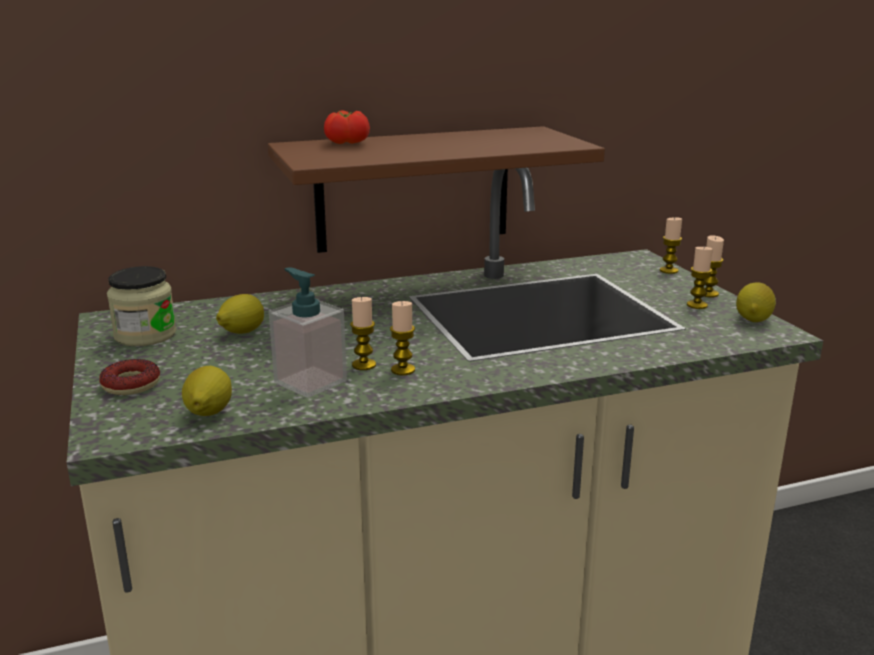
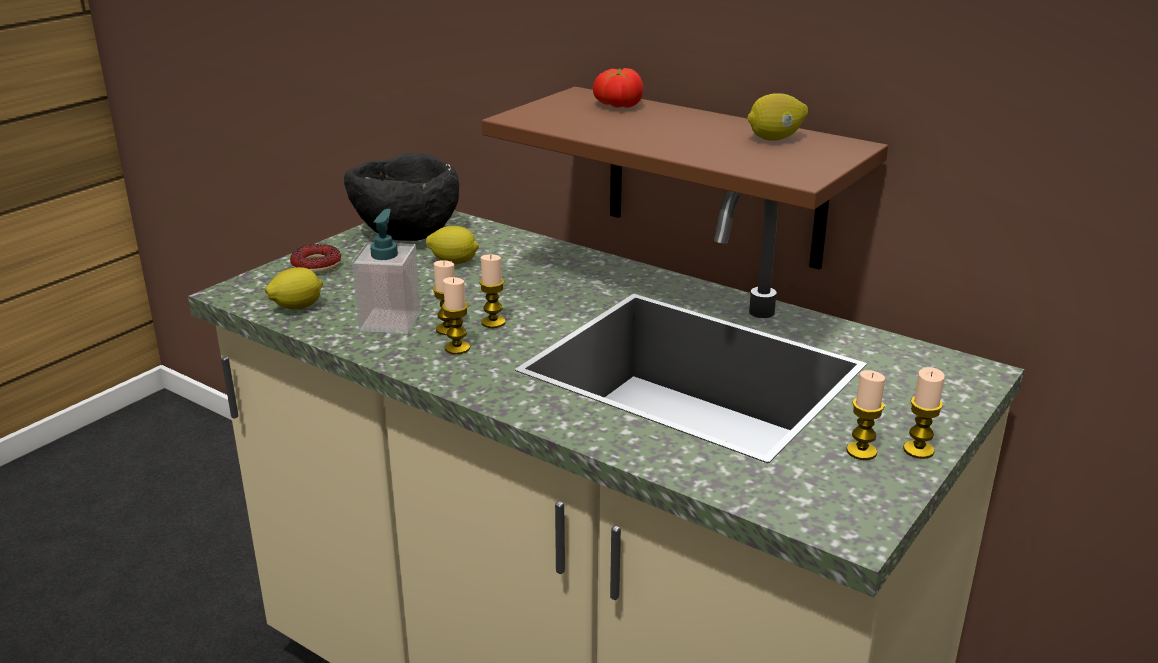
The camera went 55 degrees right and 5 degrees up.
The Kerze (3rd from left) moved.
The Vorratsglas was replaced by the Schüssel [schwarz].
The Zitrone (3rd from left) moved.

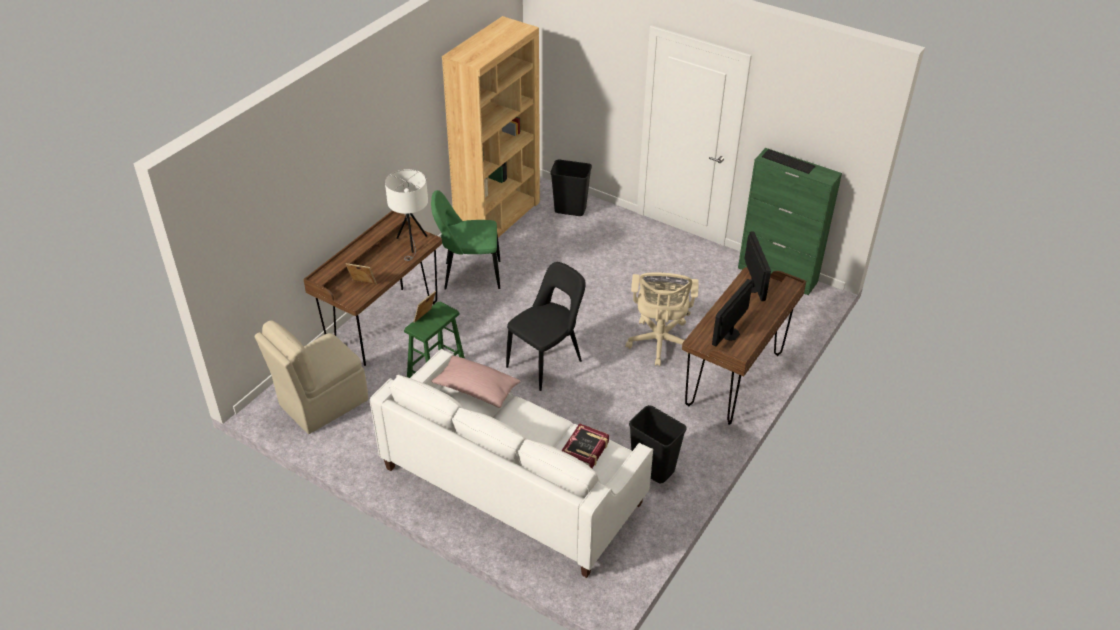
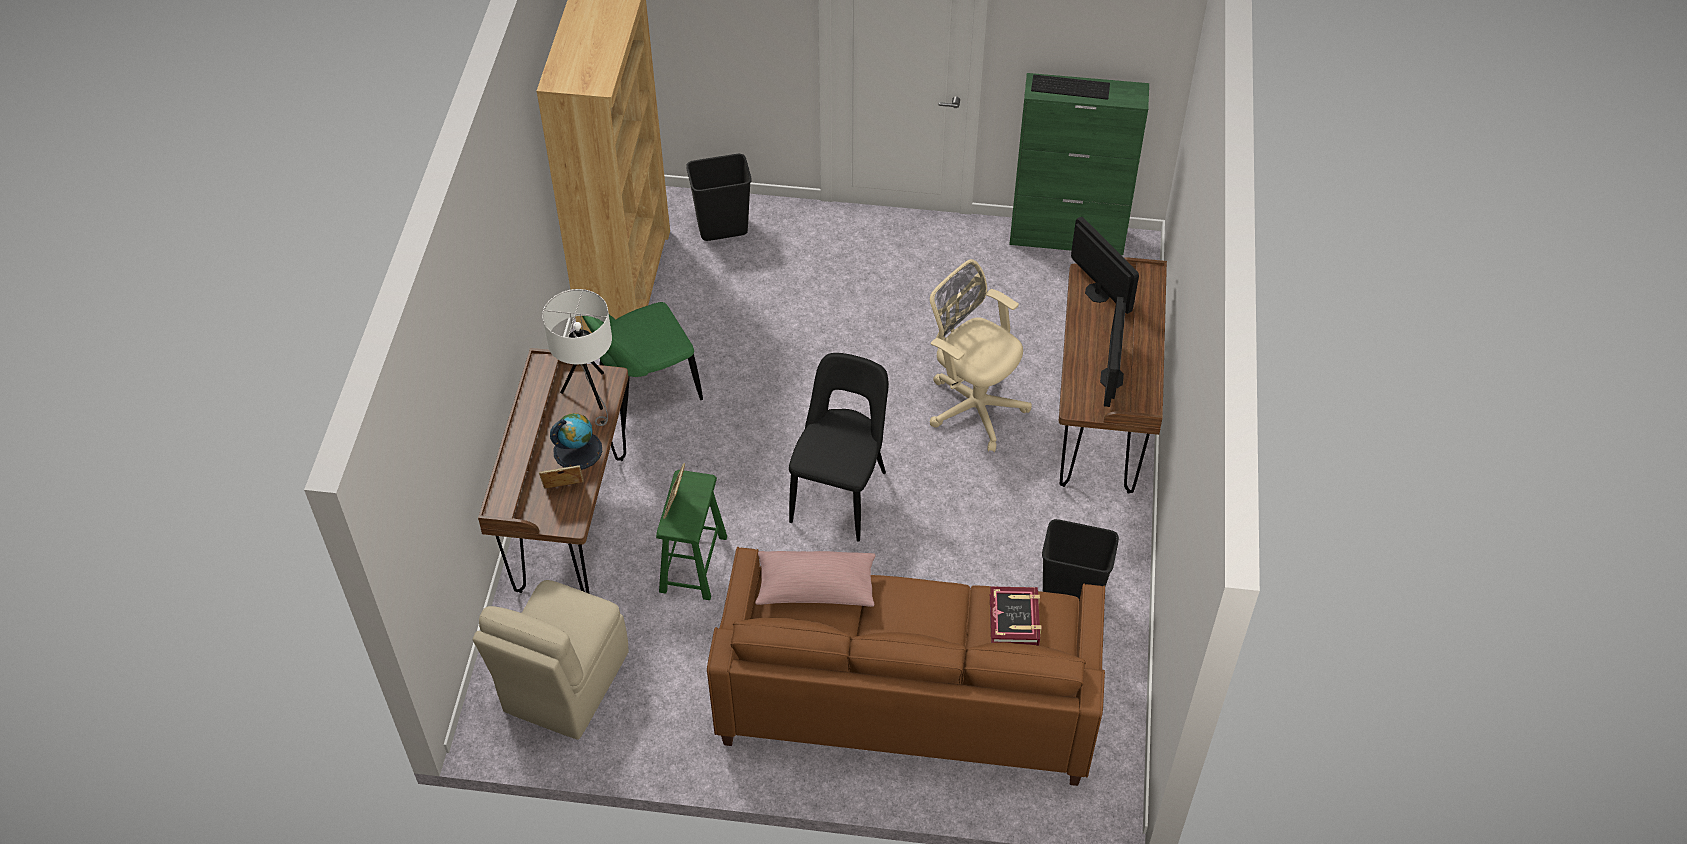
The camera went 25 degrees left and 10 degrees up.
The Bürostuhl [beige] turned 150 degrees clockwise.
The Sofa [weiß] became the Sofa [braun].
The Globus appeared.

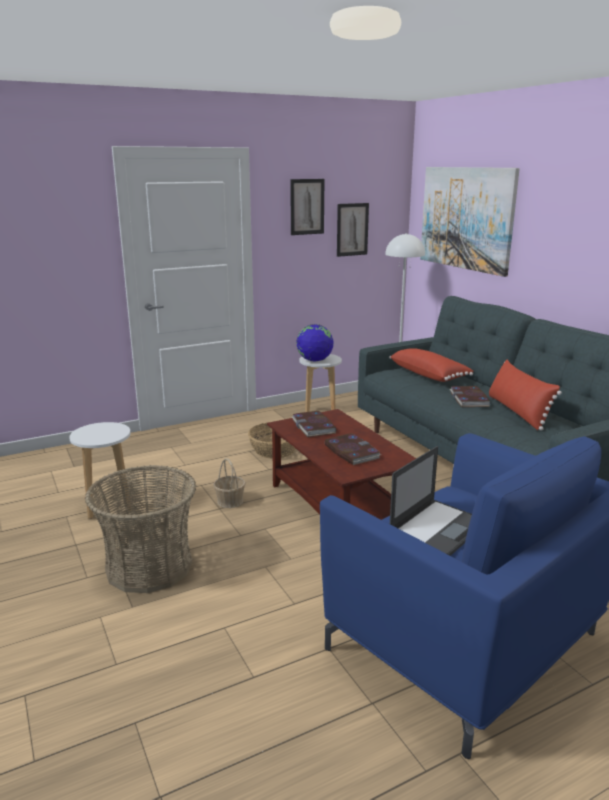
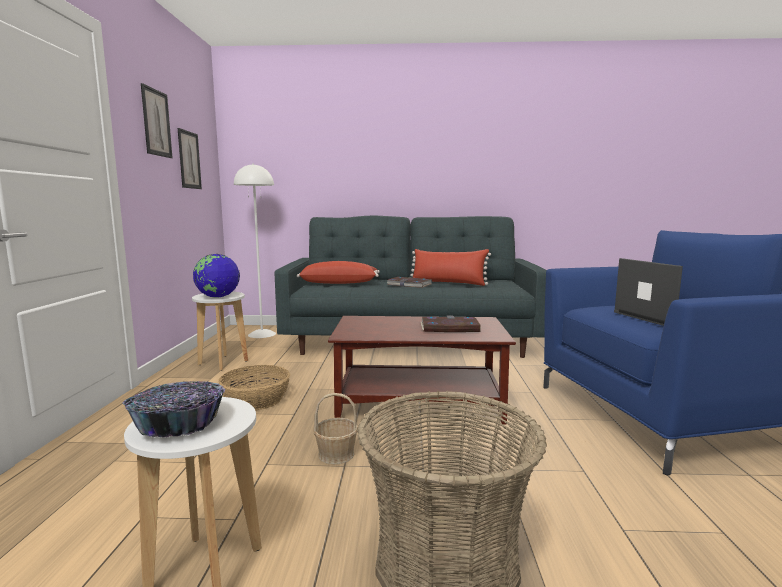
The camera went 60 degrees left and 10 degrees down.
The Bild (3rd from left) disappeared.
The Buch (1st from left) disappeared.
The Schüssel appeared.

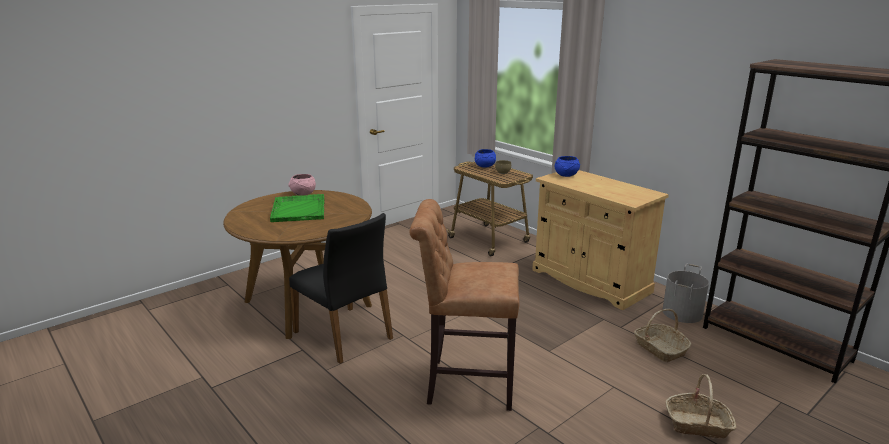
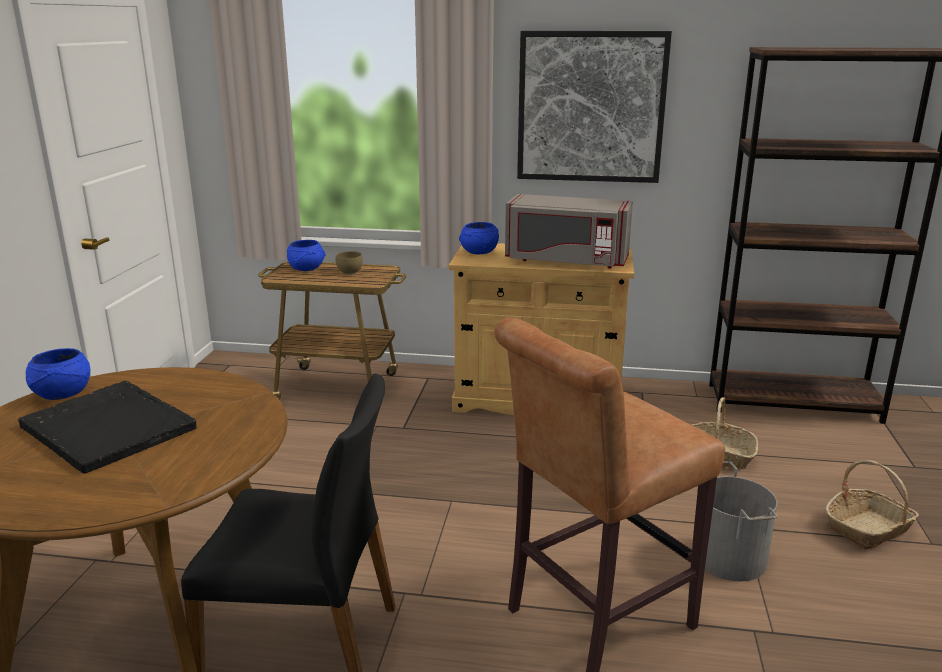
The camera went 40 degrees left and 0 degrees up.
The Schüssel [rosa] became the Schüssel [blau] (1st from left).
The Tablett [grün] became the Tablett [schwarz].
The Eimer [grau] moved.
The Bild appeared.
The Mikrowelle [grau] appeared.

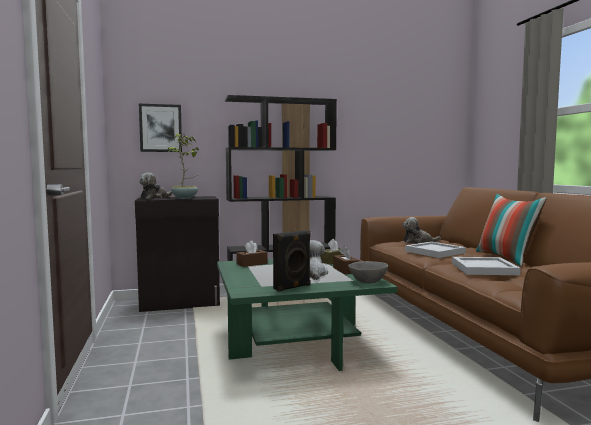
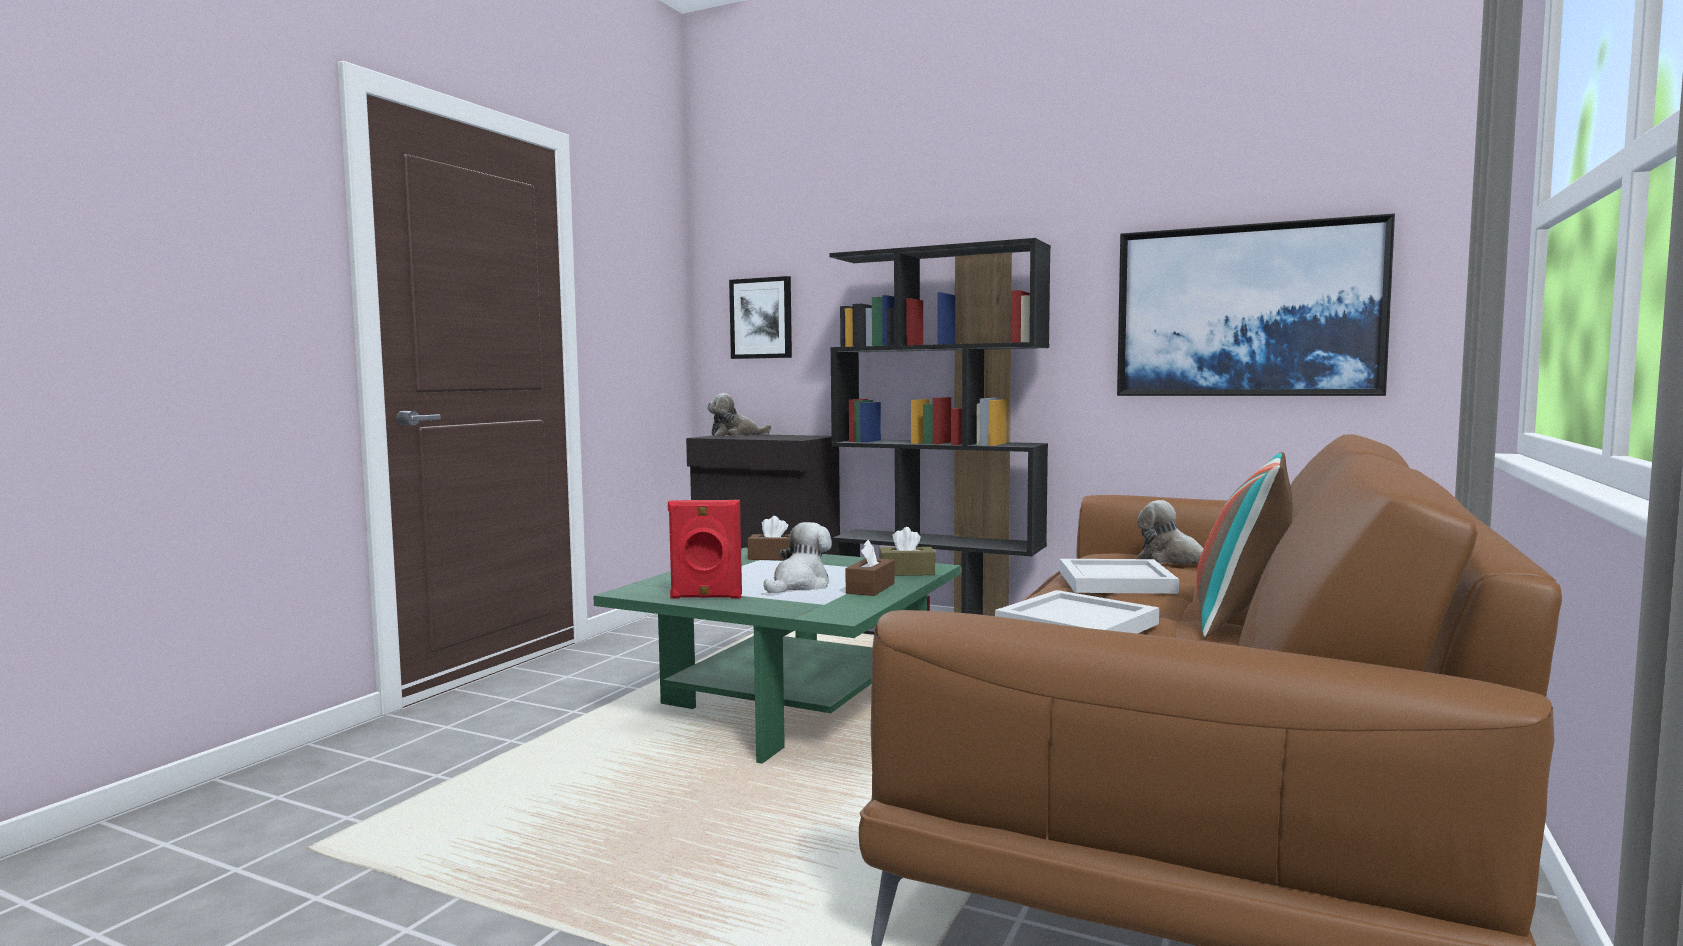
The camera went 40 degrees right and 0 degrees up.
The Topfpflanze disappeared.
The Lautsprecher [schwarz] became the Lautsprecher [rot].
The Schüssel [grau] disappeared.
The Bild (2nd from left) appeared.

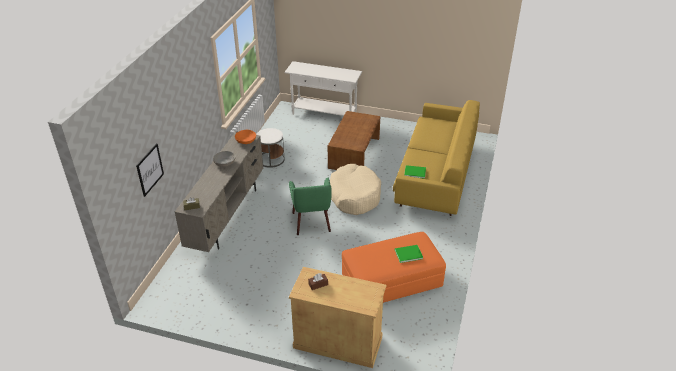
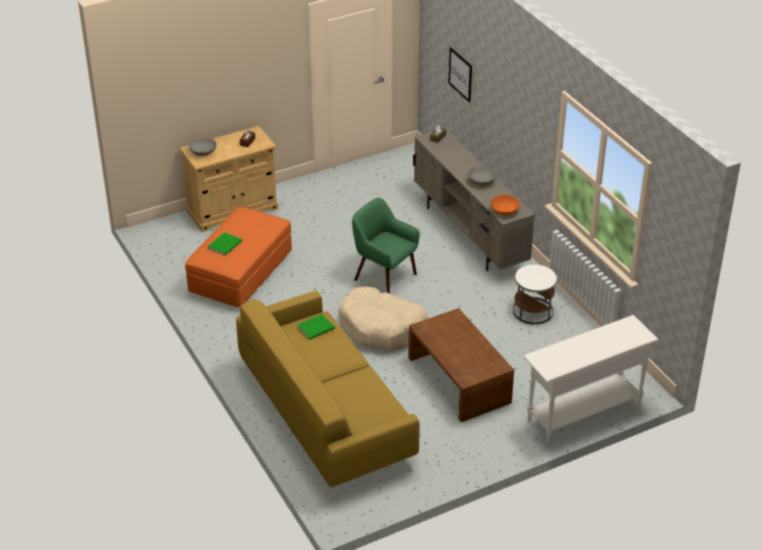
The camera went 135 degrees right and 0 degrees up.
The Schüssel [grau] (1st from left) appeared.

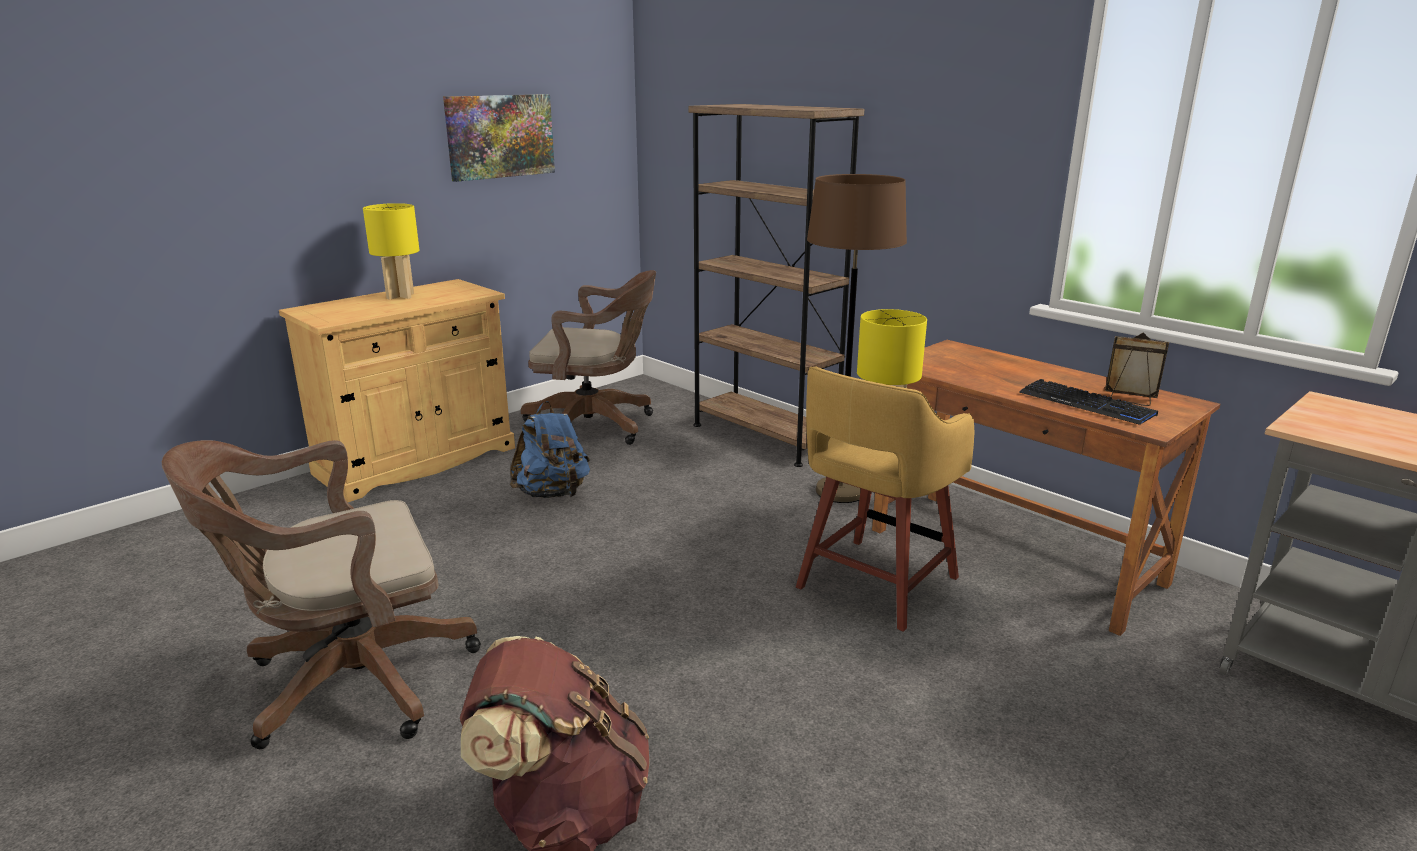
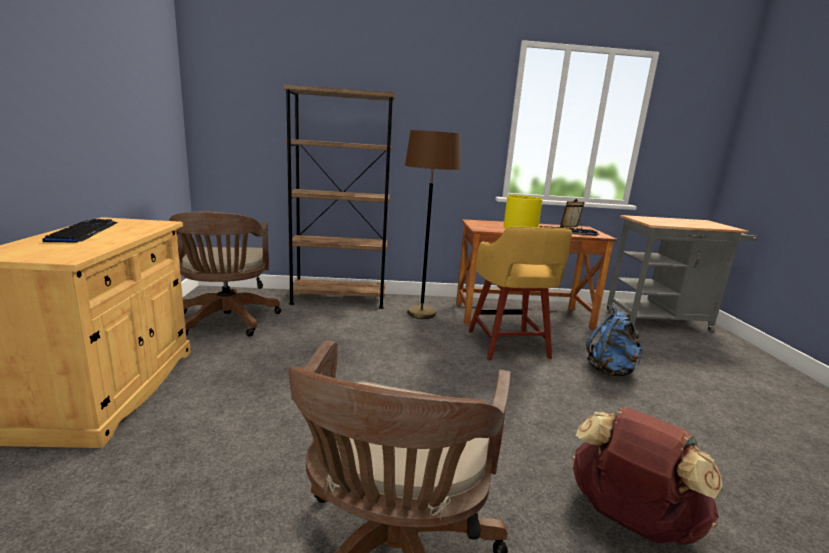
The camera went 50 degrees left and 5 degrees down.
The Bild disappeared.
The Tischlampe [gelb] (1st from left) was replaced by the Tastatur (1st from left).
The Bürostuhl [braun] (2nd from left in the first image) turned 120 degrees clockwise.
The Rucksack [blau] moved.

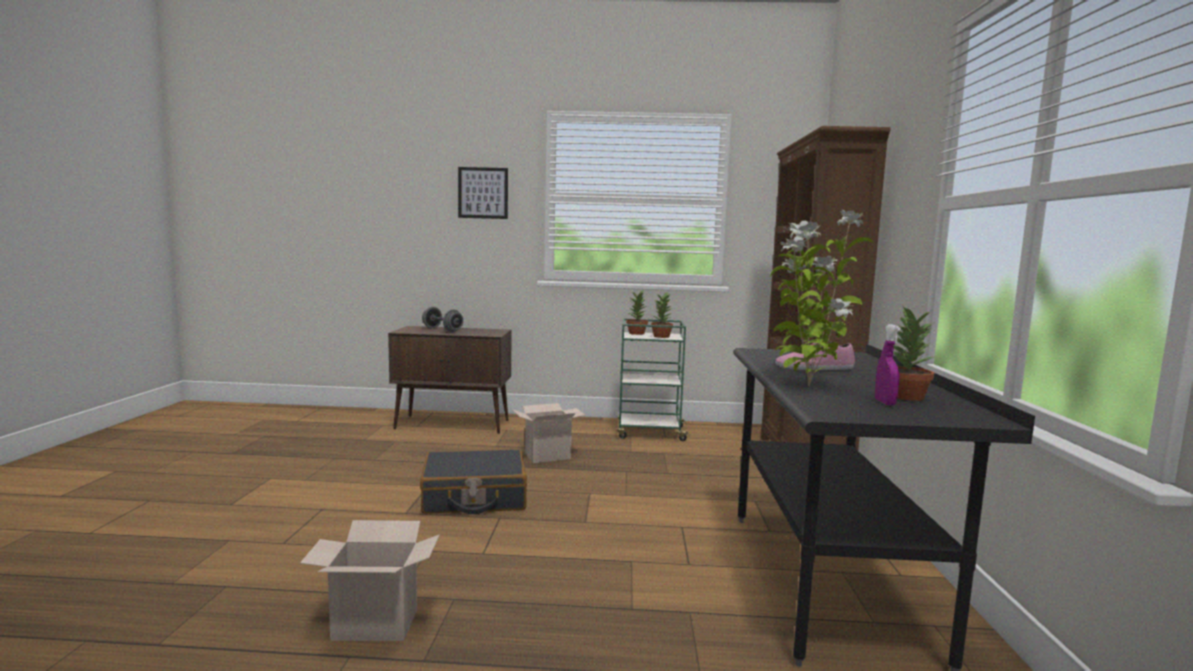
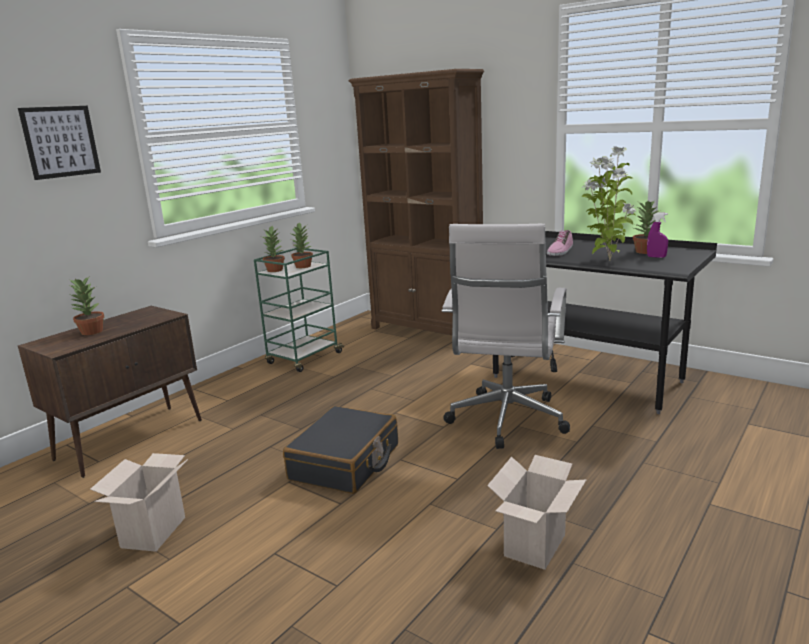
The camera went 55 degrees left and 10 degrees up.
The Hantel [grau] was replaced by the Topfpflanze (1st from left).
The Karton (2nd from left in the first image) moved.
The Bürostuhl [weiß] appeared.

